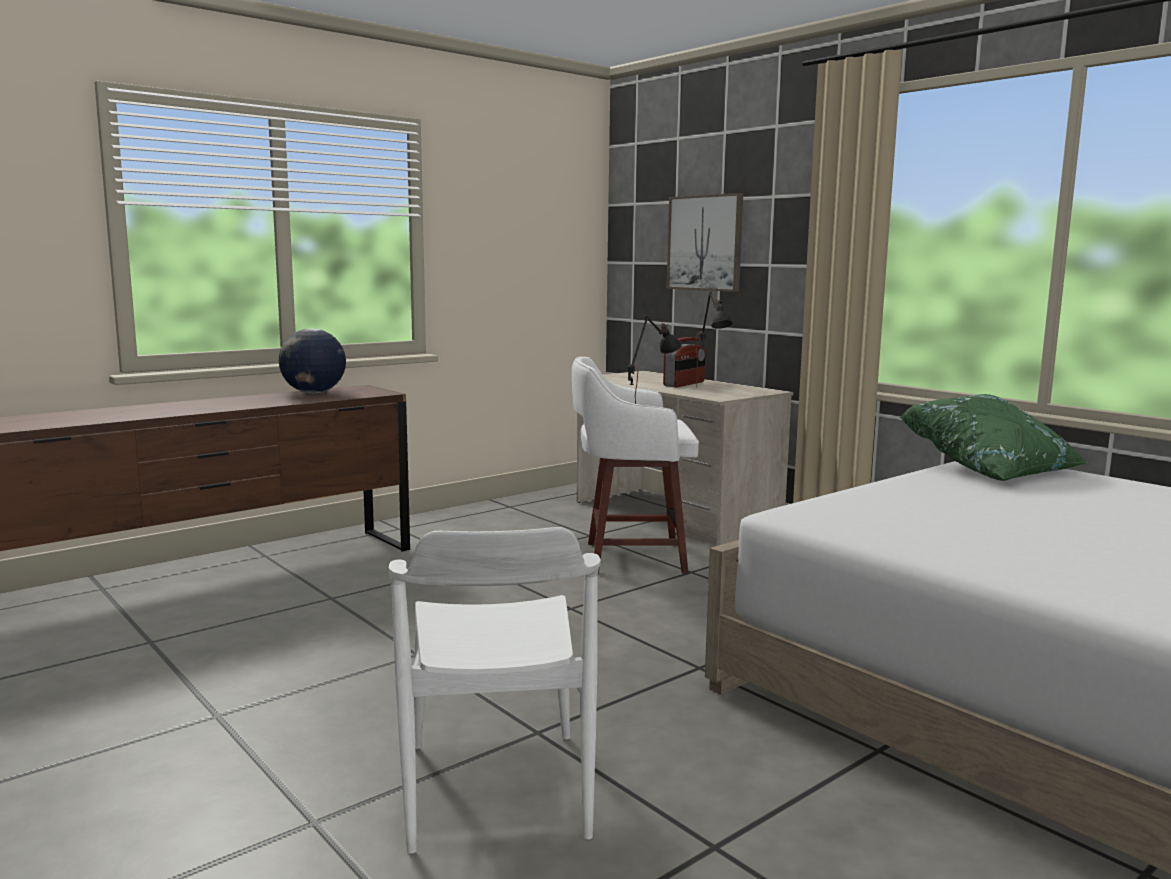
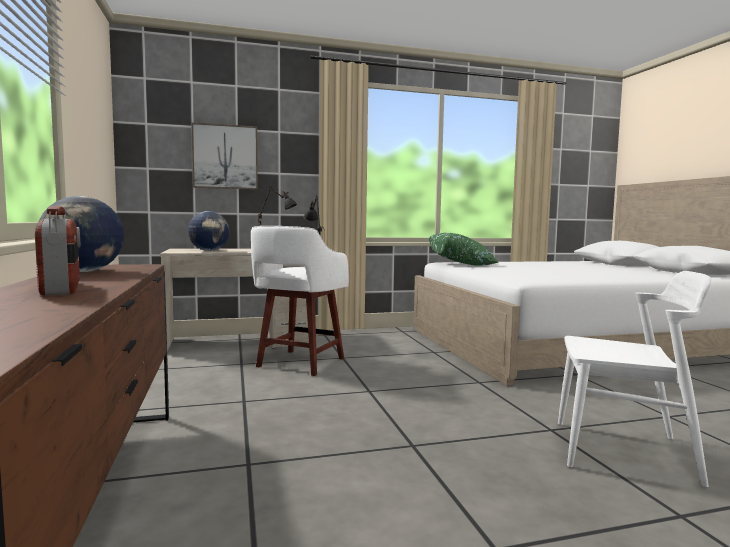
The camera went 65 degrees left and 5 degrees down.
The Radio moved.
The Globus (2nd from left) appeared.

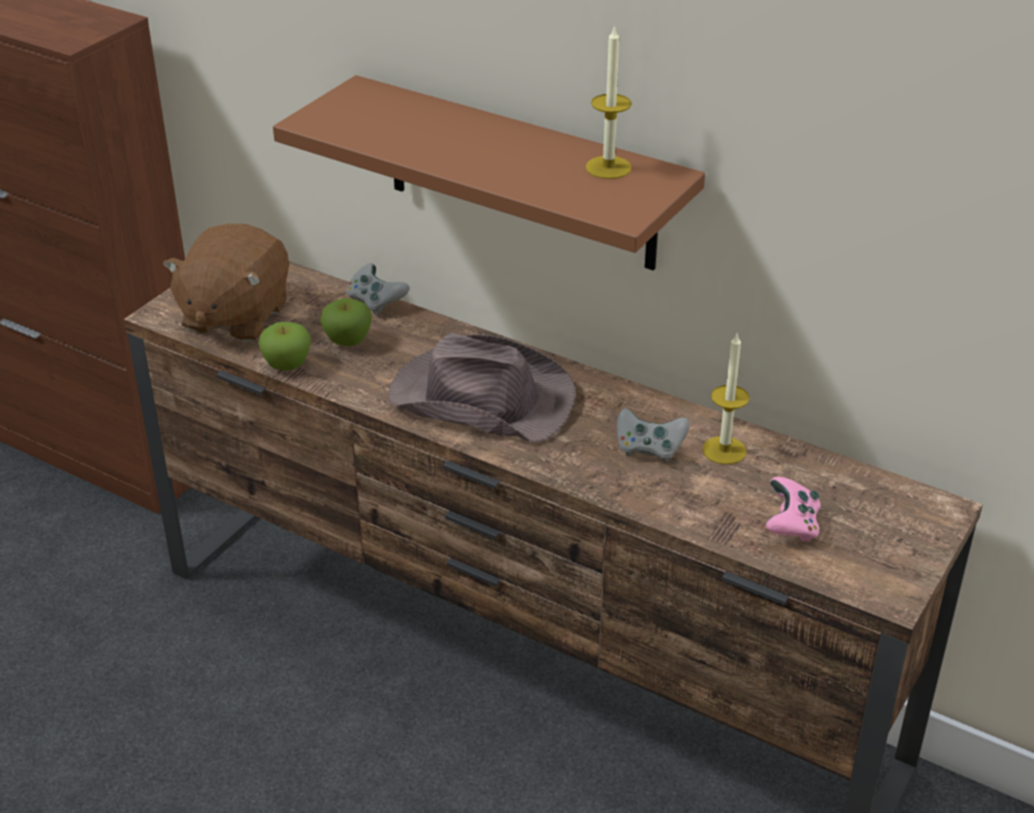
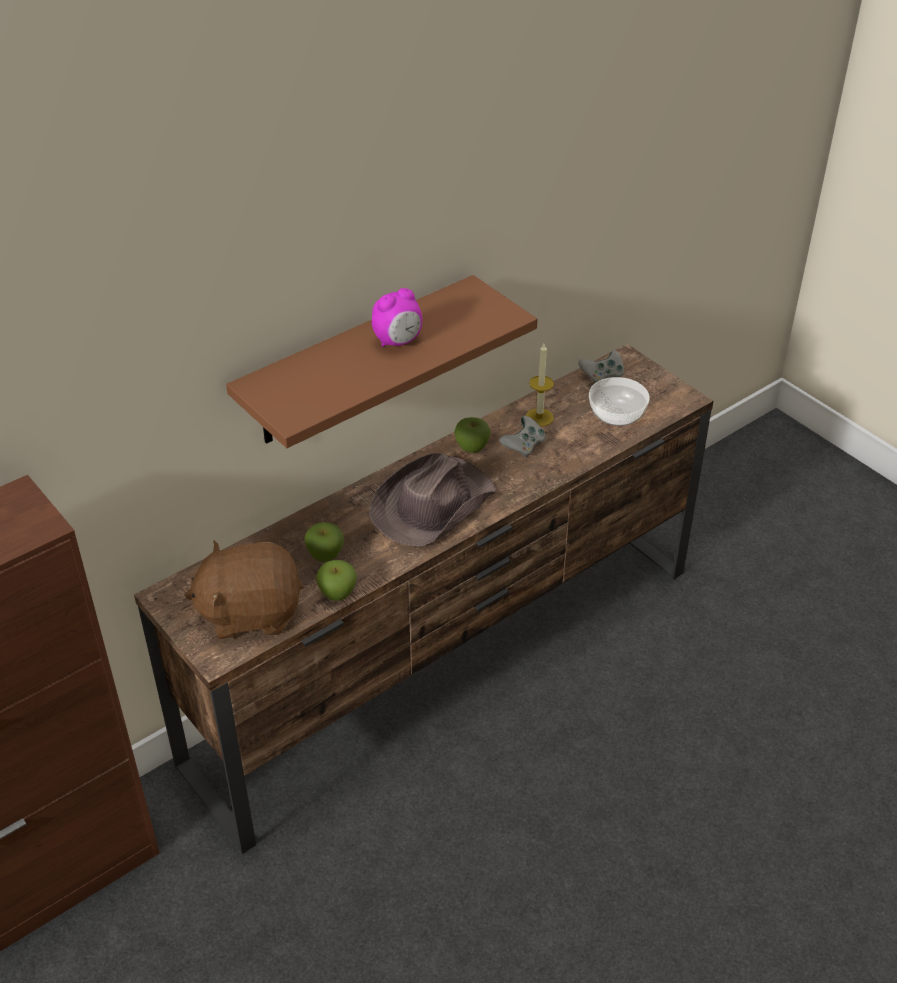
The camera went 70 degrees left and 5 degrees up.
The Kerze (1st from left) disappeared.
The Plüschtier [braun] turned 135 degrees clockwise.
The Gamepad [grau] (1st from left in the first image) moved.
The Gamepad [rosa] was replaced by the Schüssel.
The Wecker appeared.
The Apfel (3rd from left) appeared.

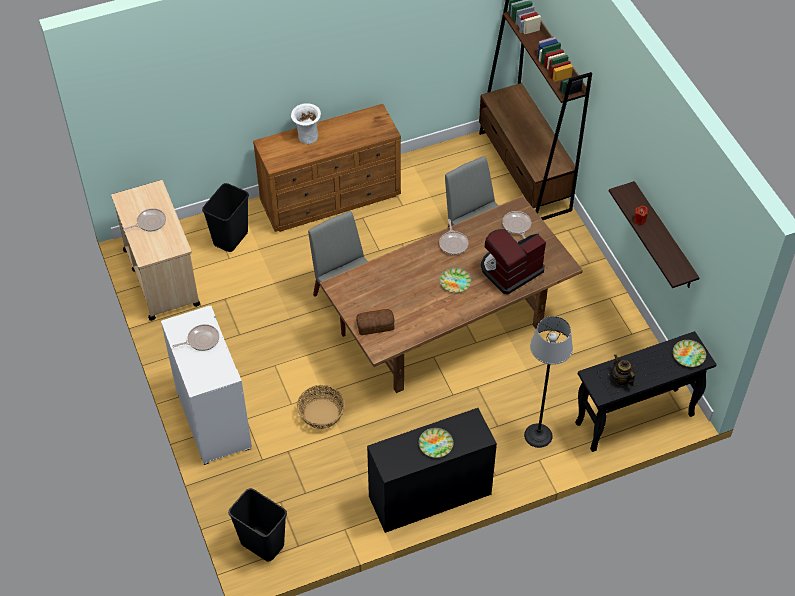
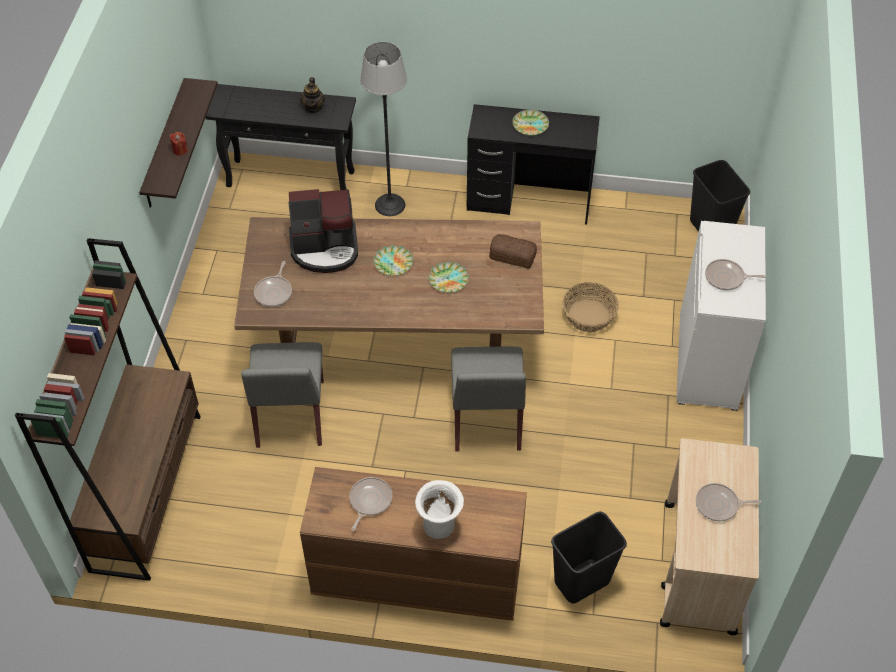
The camera went 150 degrees left and 0 degrees up.
The Pfanne (3rd from left in the first image) moved.
The Teller (3rd from left in the first image) moved.

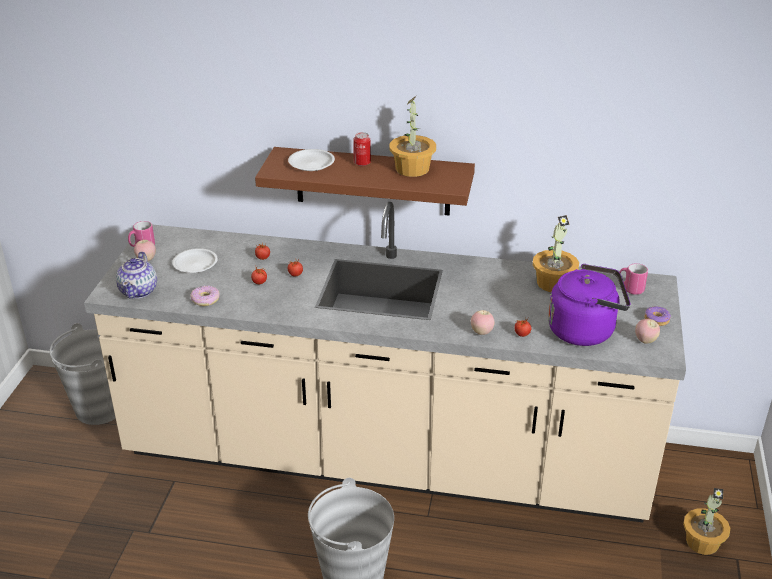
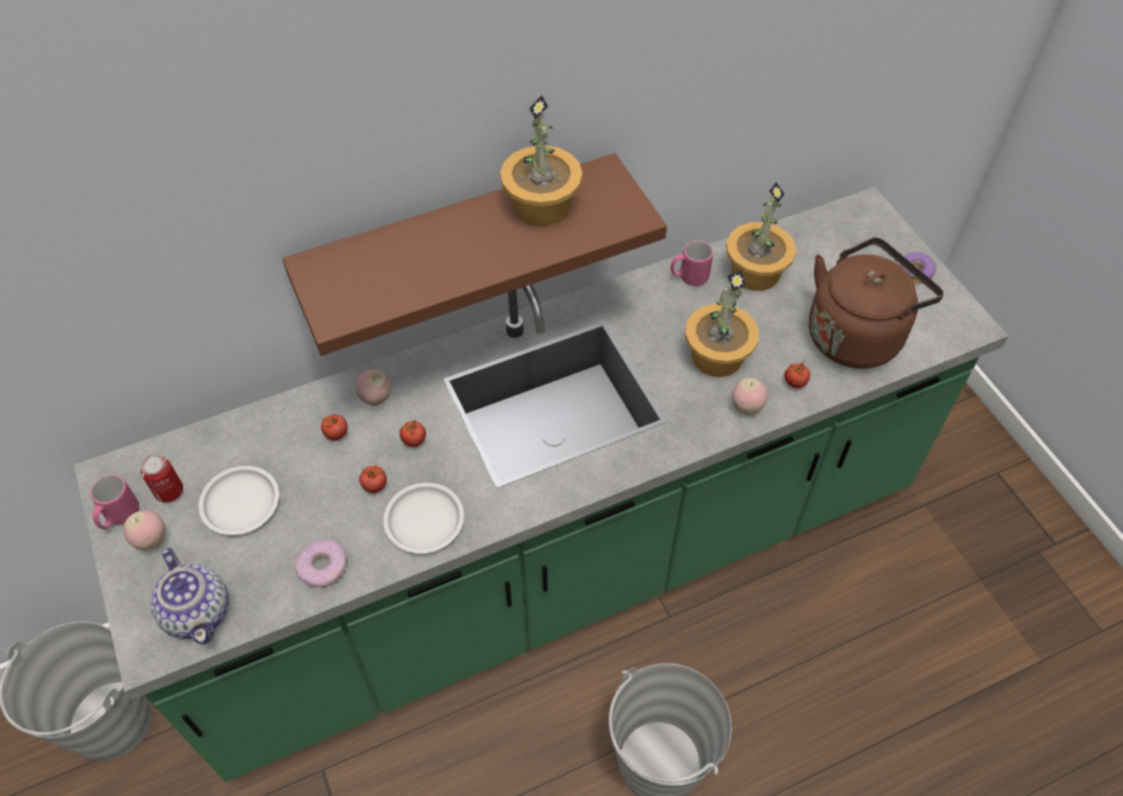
The camera went 35 degrees left and 20 degrees up.
The Dose moved.
The Teller [weiß] (2nd from left) moved.
The Küchenzeile [beige] became the Küchenzeile [grün].
The Wasserkessel [lila] became the Wasserkessel [braun].
The Henkelbecher [rosa] (2nd from left) moved.
The Apfel (3rd from left in the first image) moved.
The Topfpflanze (3rd from left in the first image) moved.

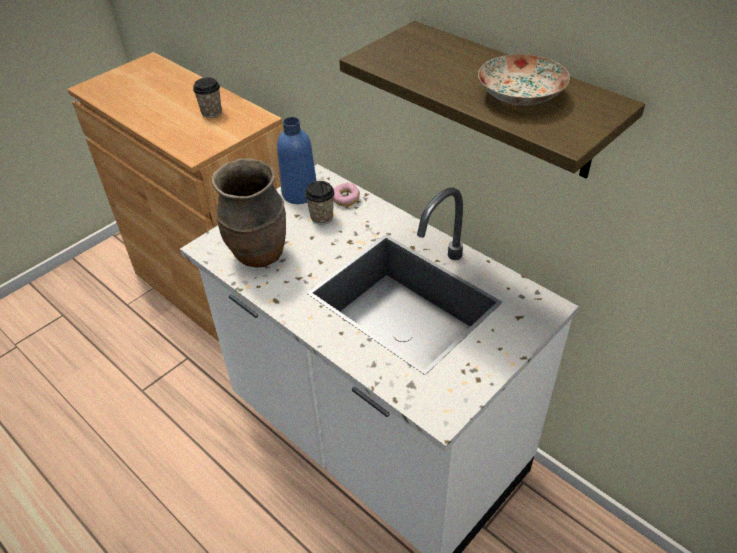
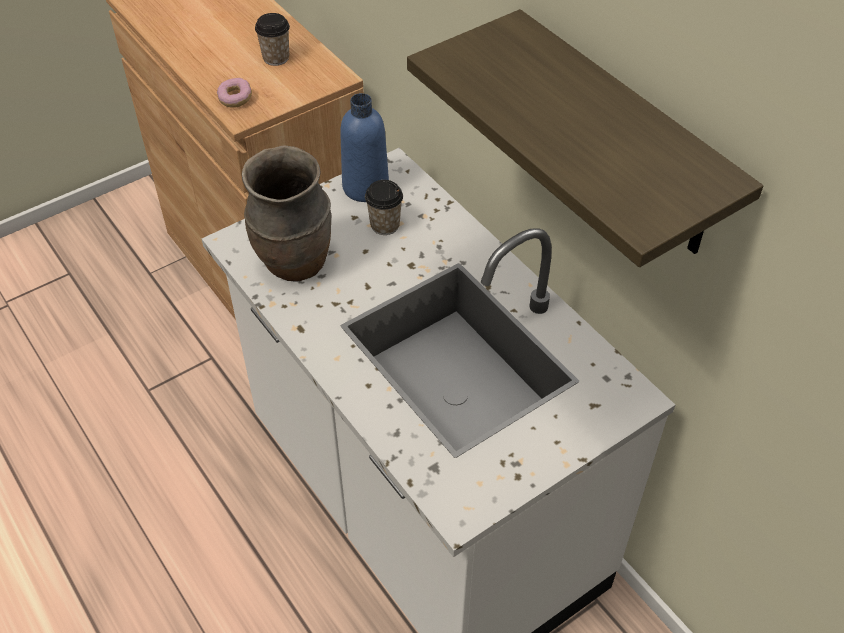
The camera went 10 degrees right and 5 degrees up.
The Teller disappeared.
The Donut moved.

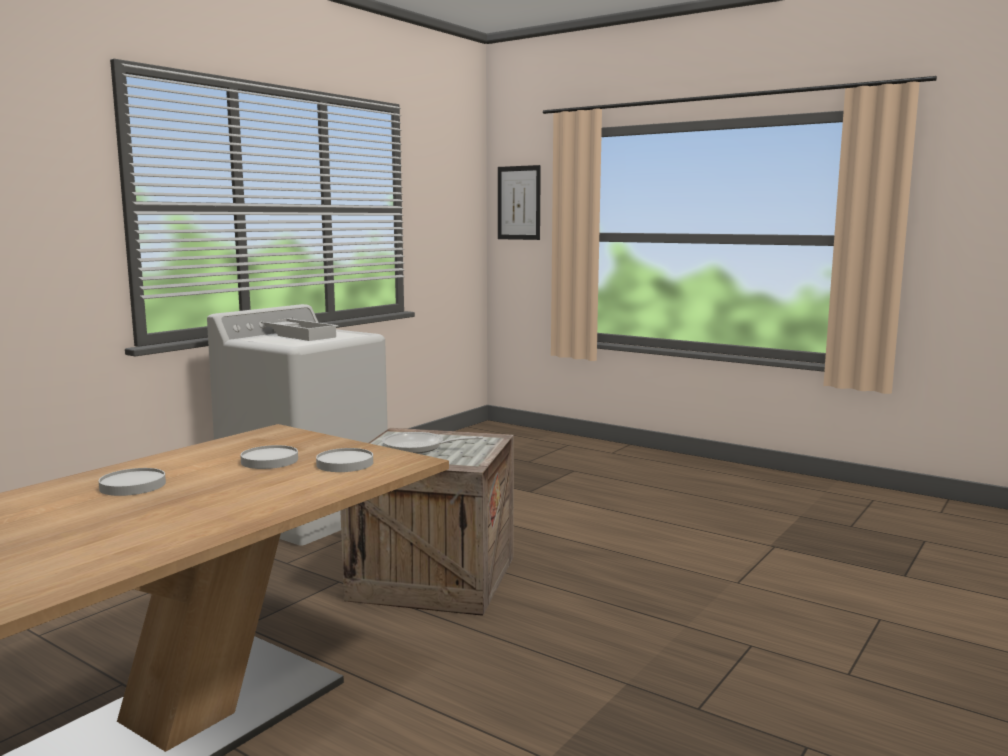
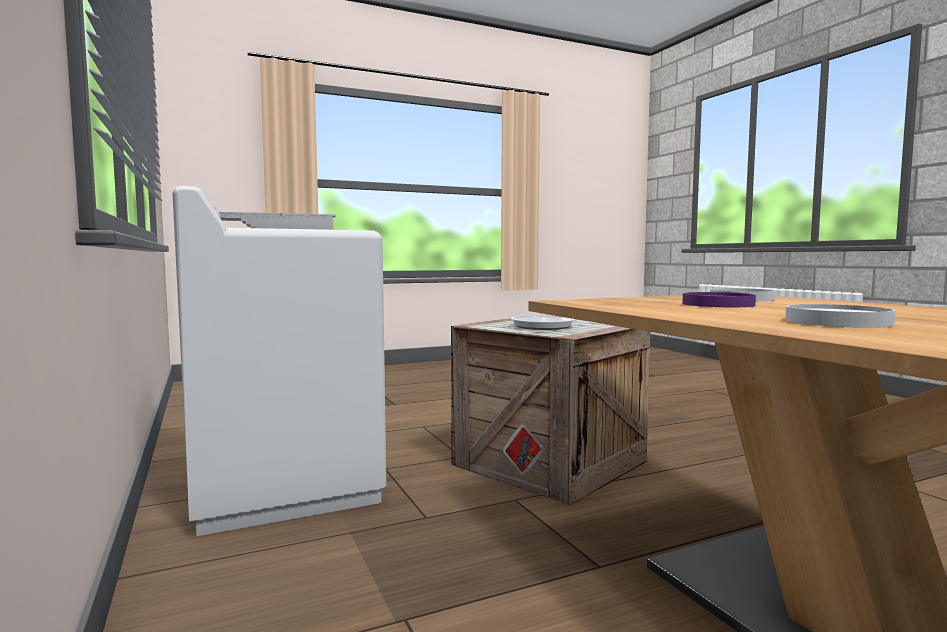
The camera went 60 degrees left and 5 degrees down.
The Bild disappeared.
The Teller [weiß] (2nd from left) became the Teller [lila].

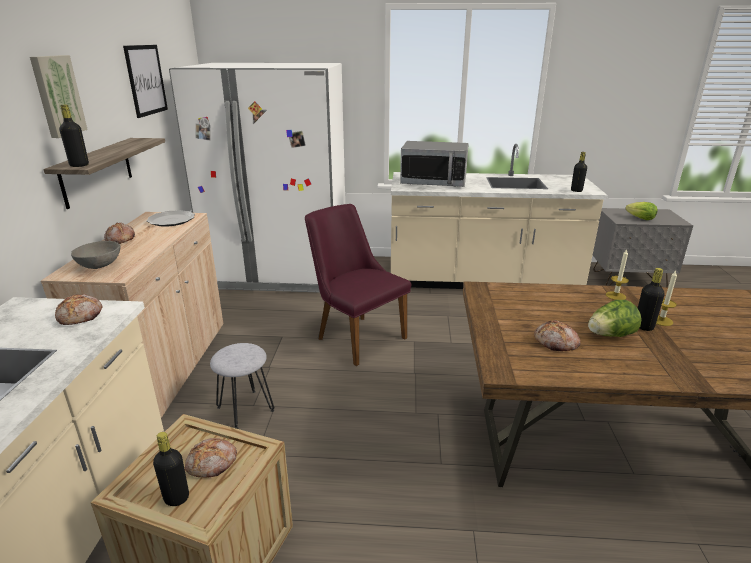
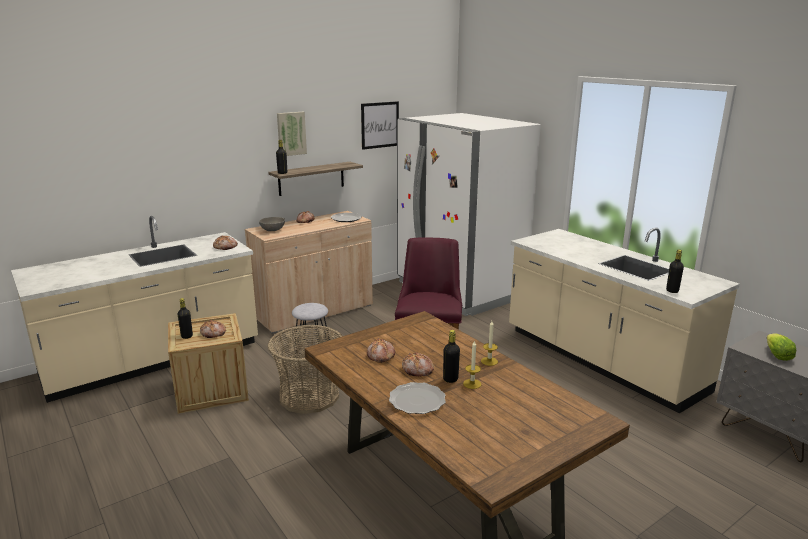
The camera went 50 degrees right and 5 degrees down.
The Mikrowelle disappeared.
The Salatkopf (1st from left) was replaced by the Brot (5th from left).
The Korb appeared.
The Teller (2nd from left) appeared.

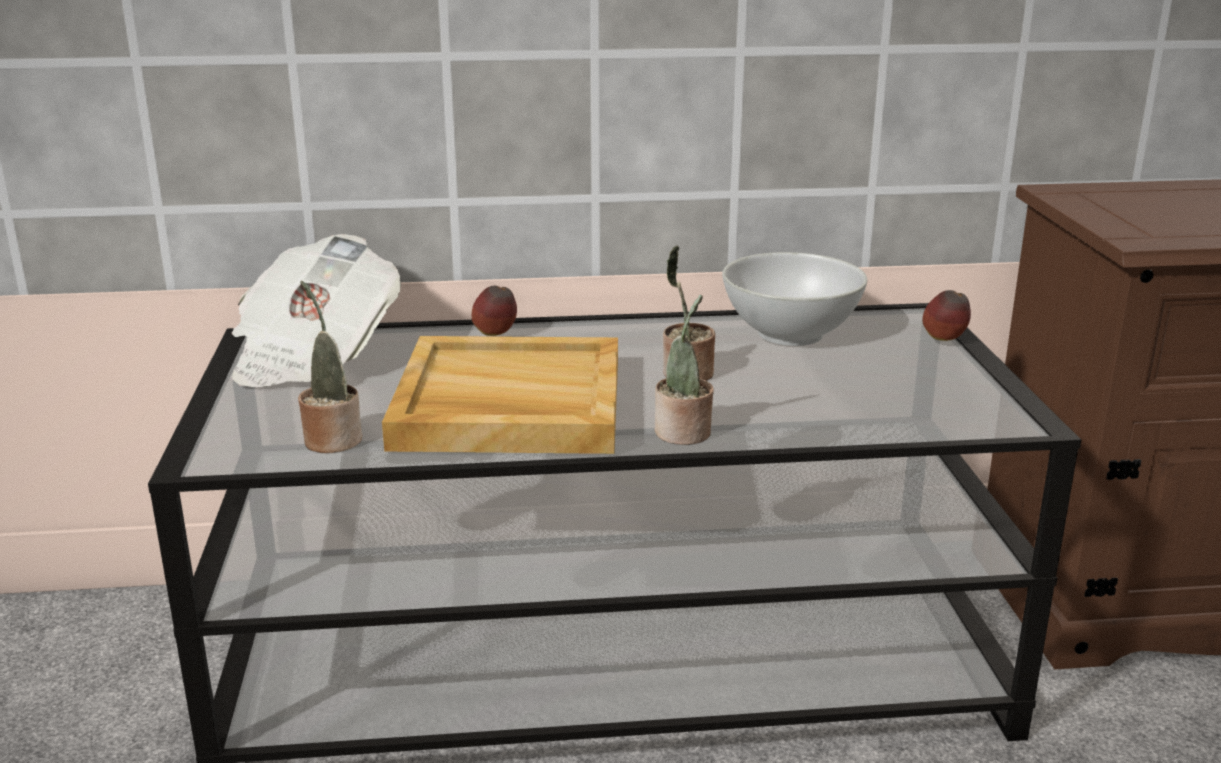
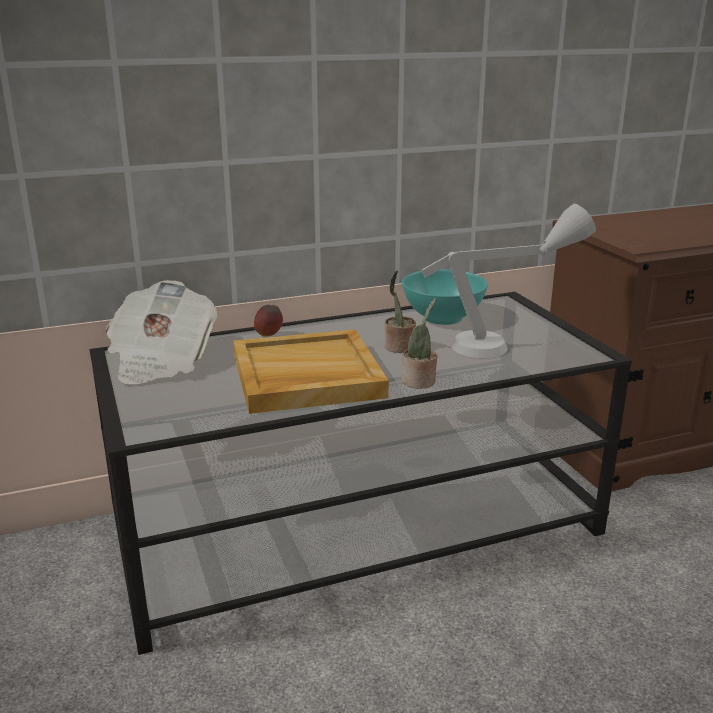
The camera went 15 degrees left and 0 degrees up.
The Schüssel [weiß] became the Schüssel [türkis].
The Topfpflanze (1st from left) disappeared.
The Apfel (2nd from left) disappeared.
The Tischlampe [grau] appeared.

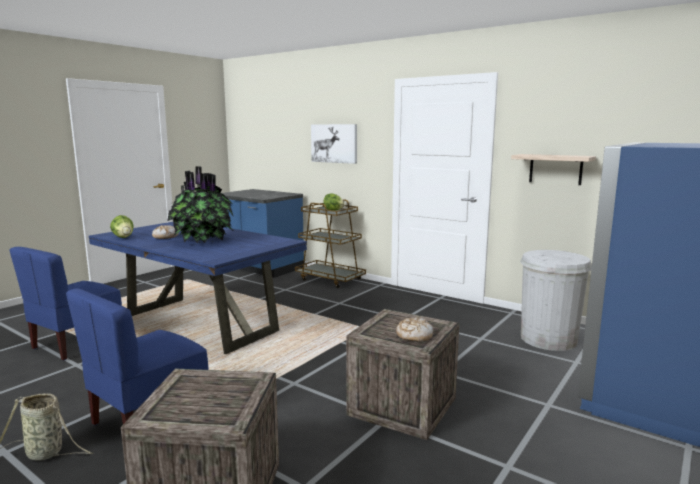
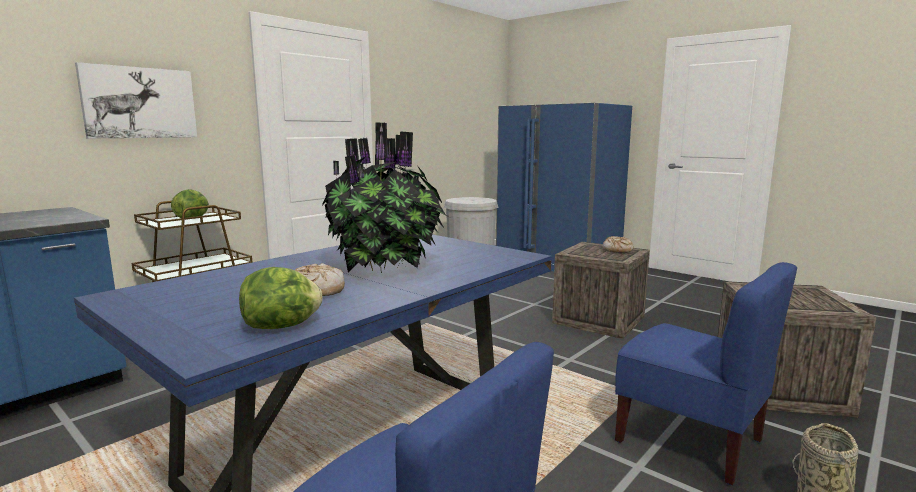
The camera went 85 degrees left and 0 degrees up.
The Wandregal disappeared.

